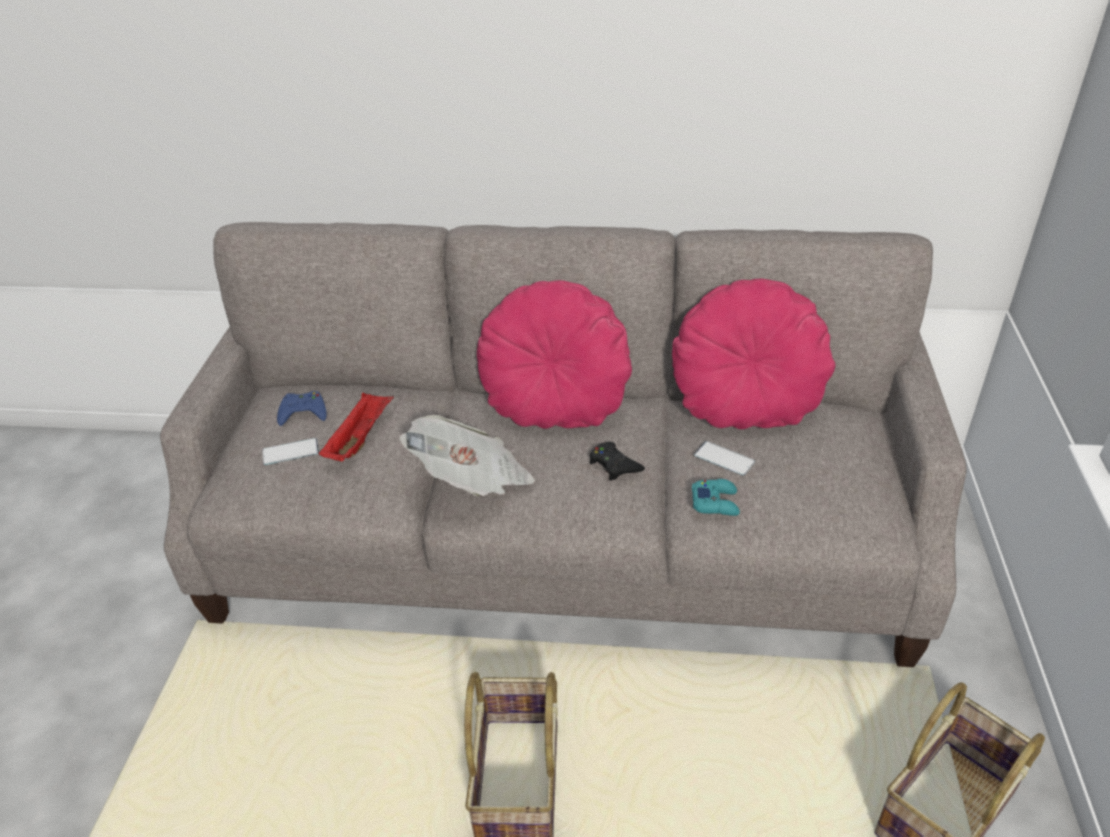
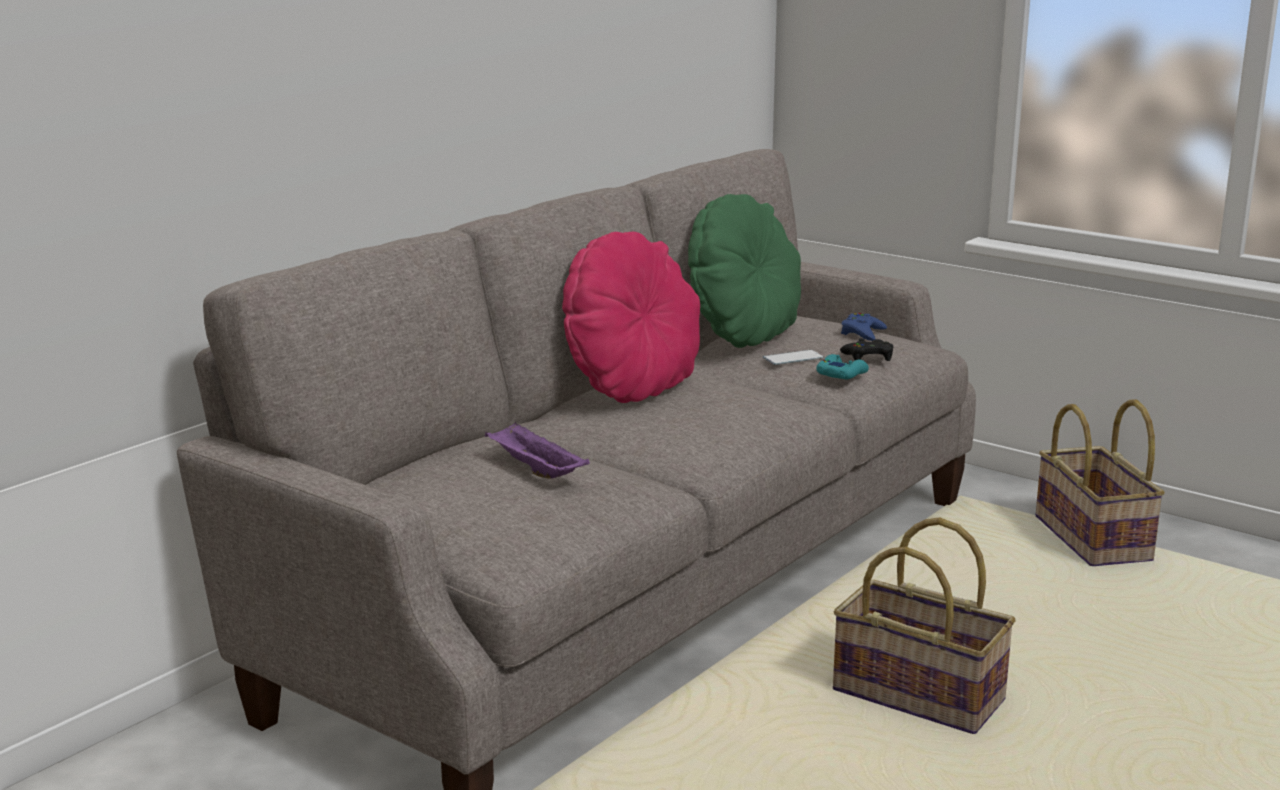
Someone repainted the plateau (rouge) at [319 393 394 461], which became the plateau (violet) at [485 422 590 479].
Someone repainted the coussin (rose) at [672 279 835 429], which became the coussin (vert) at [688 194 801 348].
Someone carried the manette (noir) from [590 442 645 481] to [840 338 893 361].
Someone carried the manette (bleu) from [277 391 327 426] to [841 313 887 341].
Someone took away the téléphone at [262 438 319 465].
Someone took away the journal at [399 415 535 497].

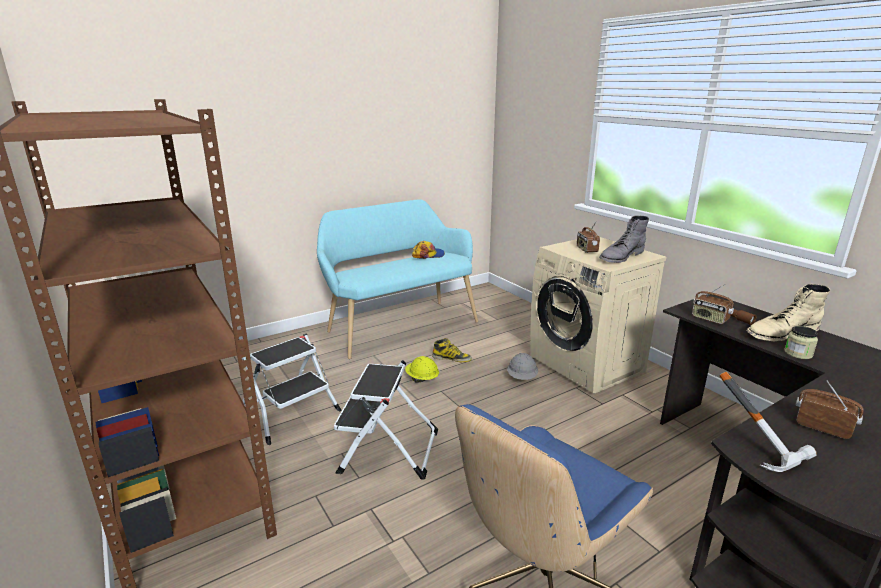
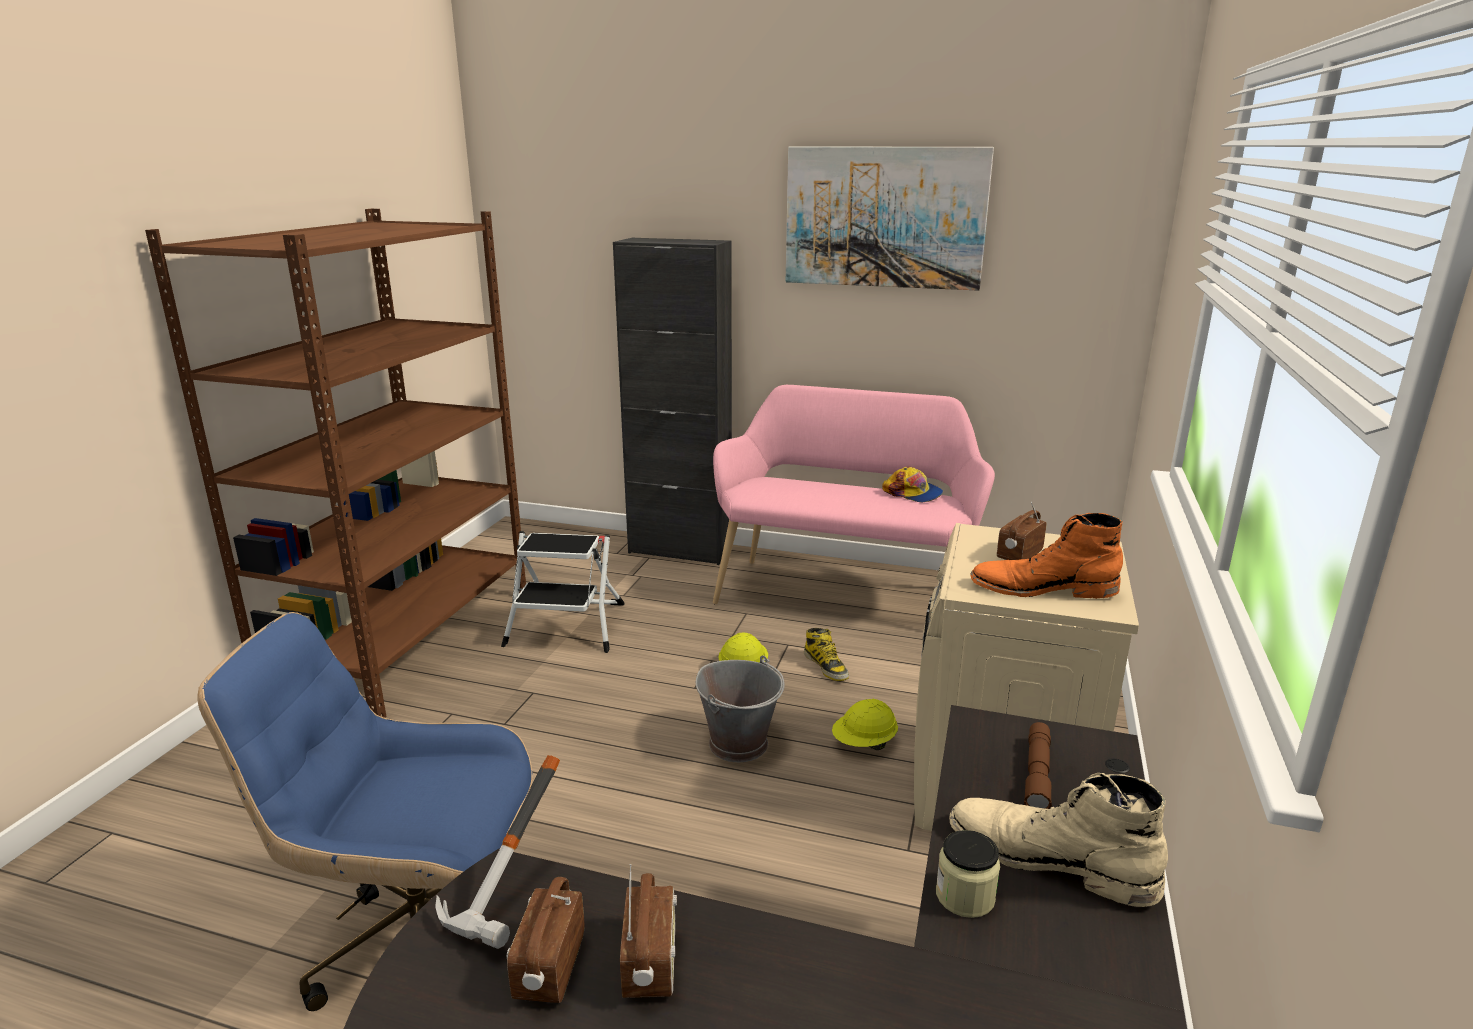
Someone carried the radio from [692 284 734 324] to [507 877 584 1003].
Someone put down the meuble de rangement (noir) at [613 238 732 565].
Someone put down the seau (gris) at [696 656 785 762].
Someone repainted the banc (turquoise) at [317 199 478 359], which became the banc (rose) at [713 385 995 604].
Someone put up the tableau at [786 147 994 291].
Someone repainted the casque de chantier (gris) at [507 353 538 380], which became the casque de chantier (jaune) at [832 699 898 750].
Someone repainted the botte (gris) at [599 216 649 263], which became the botte (orange) at [970 513 1123 599].
Someone took away the escabeau at [334 360 438 480].

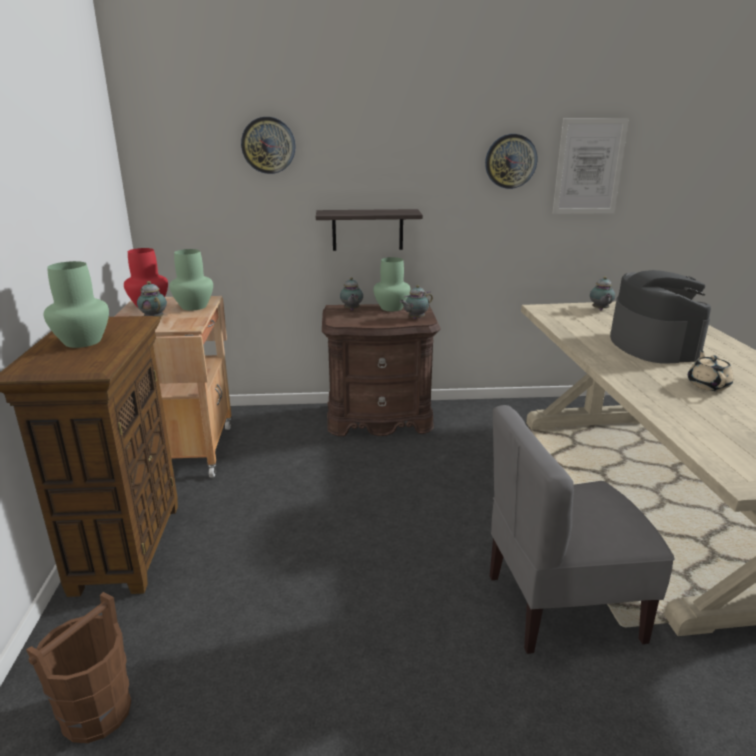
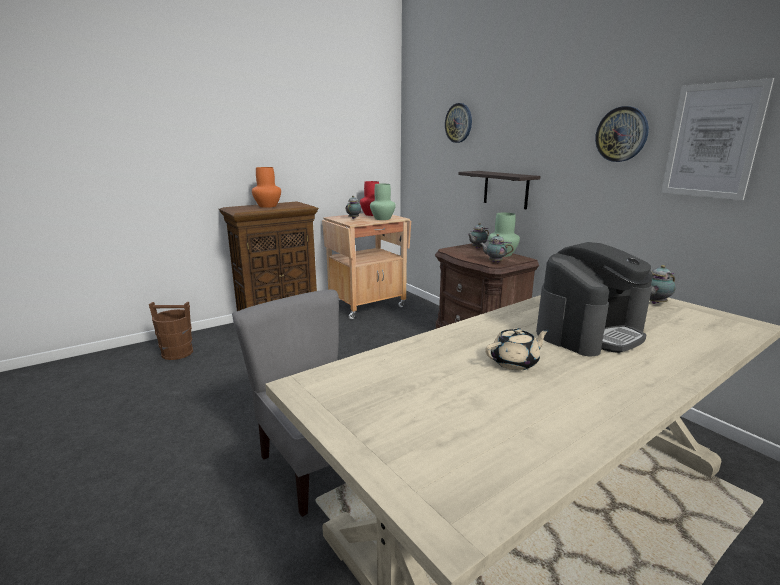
Someone repainted the vase (vert) at [44 261 109 348], which became the vase (orange) at [252 167 281 208].

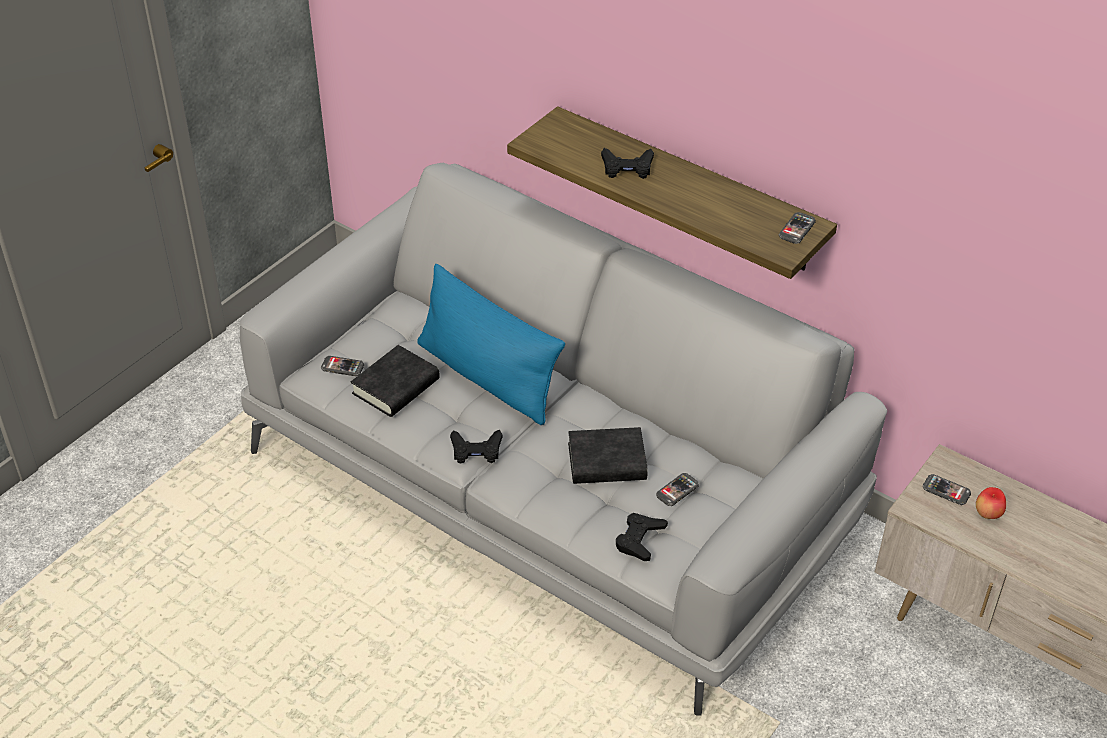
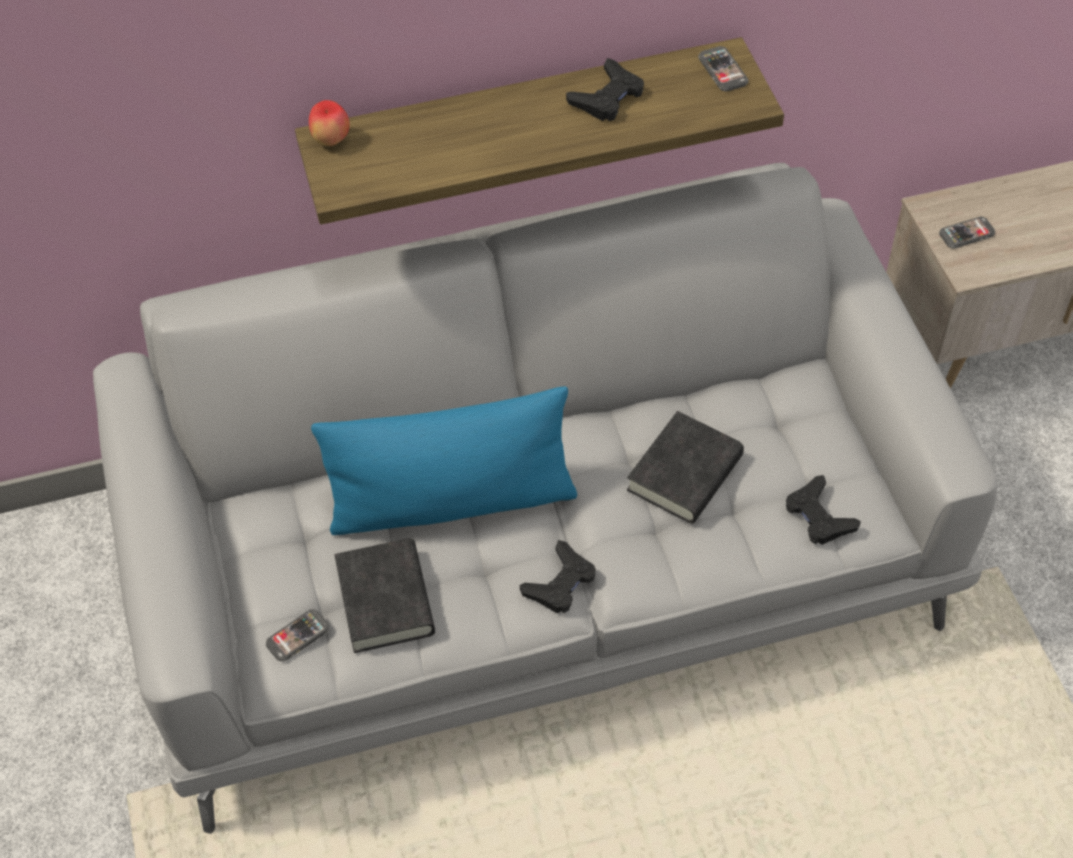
Someone carried the pomme from [976 487 1006 519] to [309 100 350 146].
Someone carried the manette (noir) from [601 148 654 179] to [566 58 644 121].
Someone took away the téléphone at [656 473 699 506].

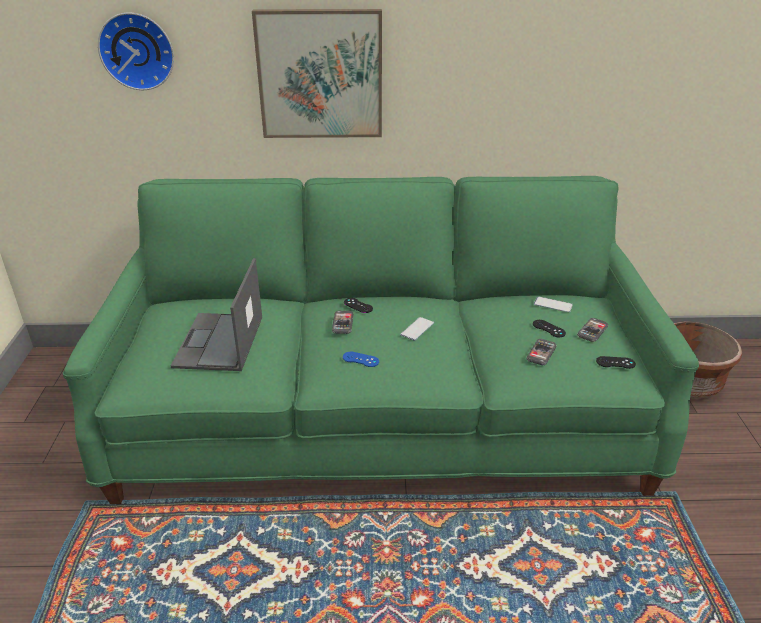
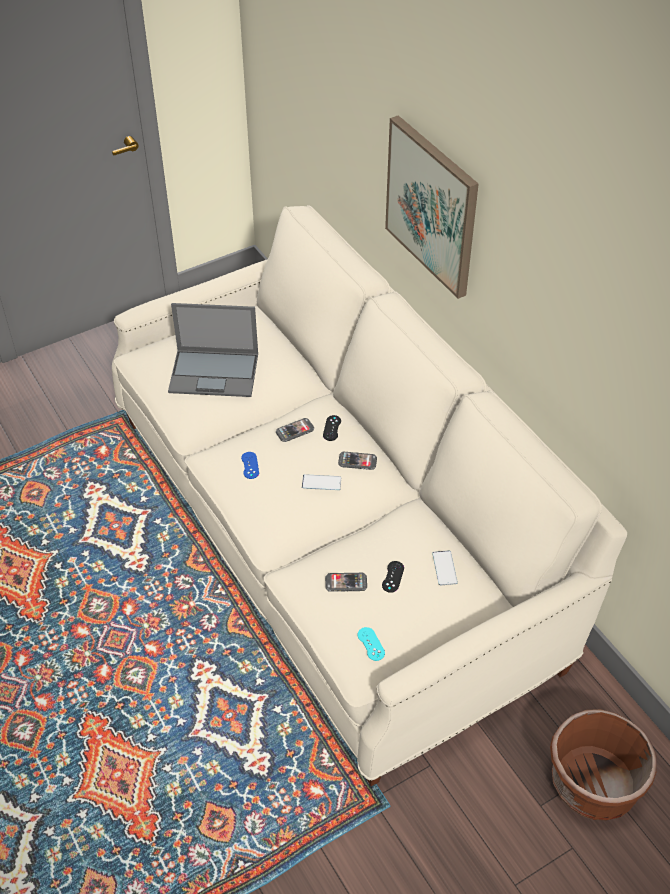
Someone repainted the canapé (vert) at [63 176 699 504], which became the canapé (beige) at [112 205 627 786].
Someone rotated the ordinateur portable at [171 258 262 371] by 150 degrees counterclockwise.
Someone carried the téléphone from [577 318 608 342] to [338 451 377 470].
Someone repainted the manette (noir) at [596 356 636 369], which became the manette (turquoise) at [358 627 385 661].
Someone took away the horloge murale at [98 12 174 90].

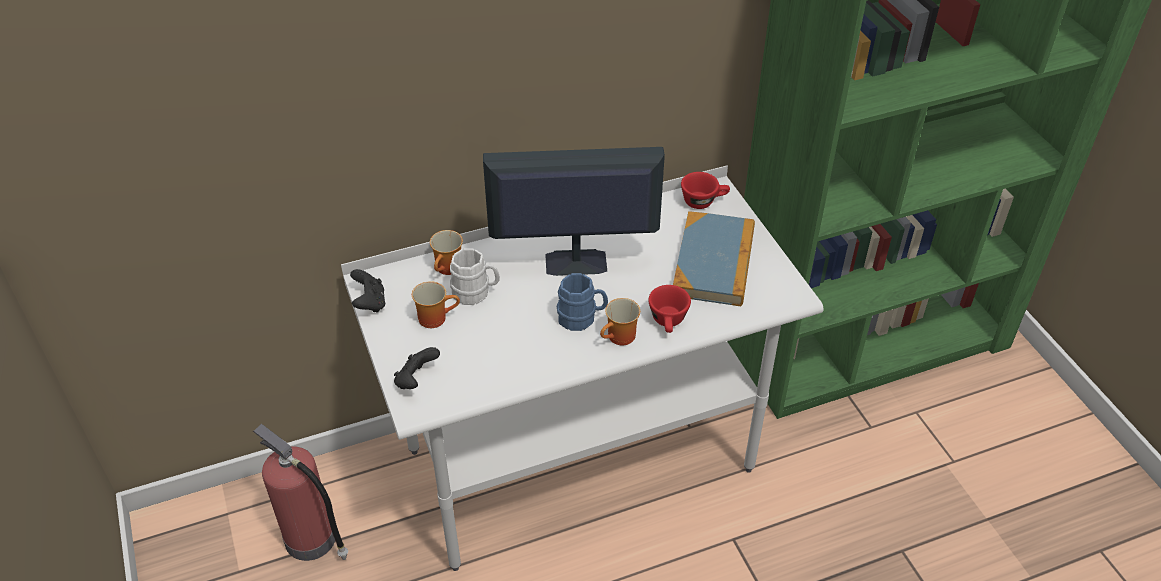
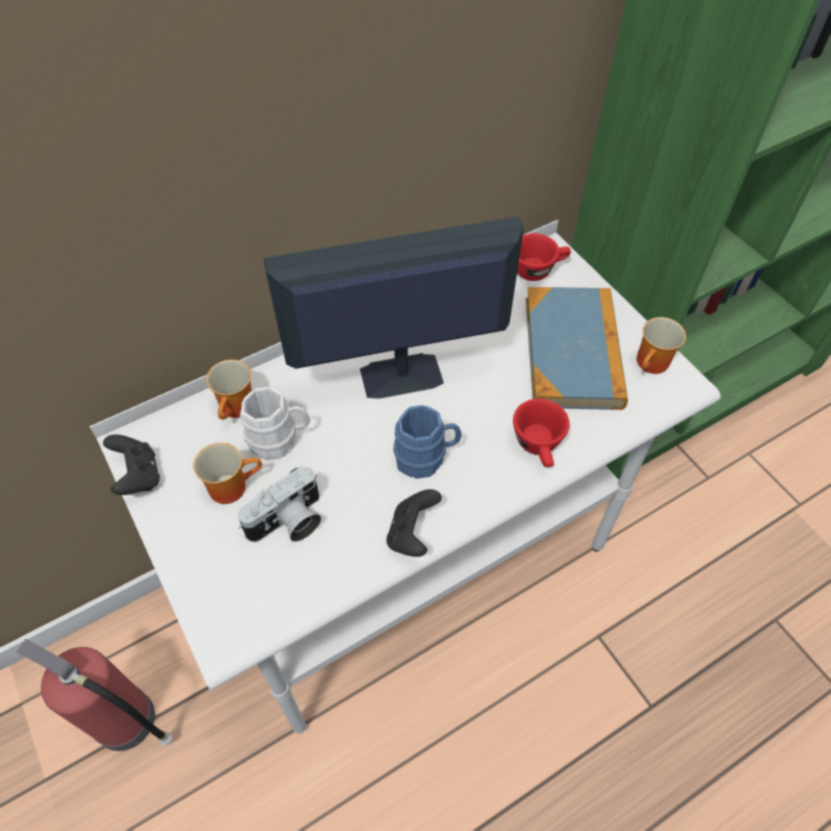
Someone put down the appareil photo at [238 466 321 542].
Someone carried the manette (noir) from [394 347 440 389] to [387 489 442 557].
Someone carried the mug from [600 298 640 345] to [637 317 686 374].

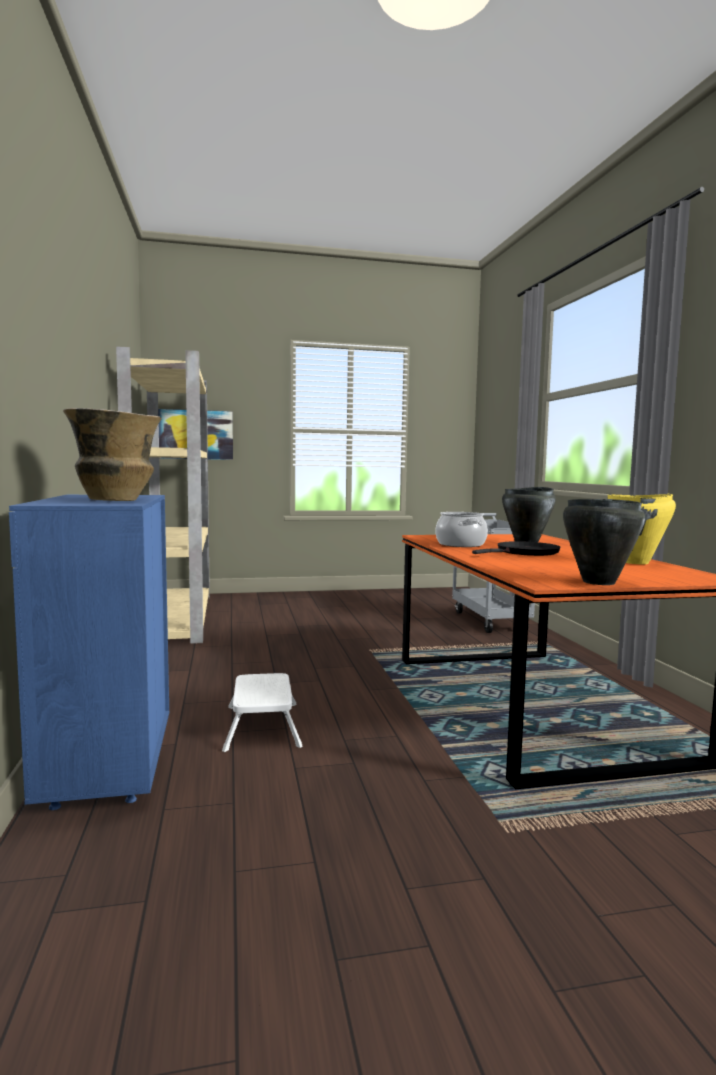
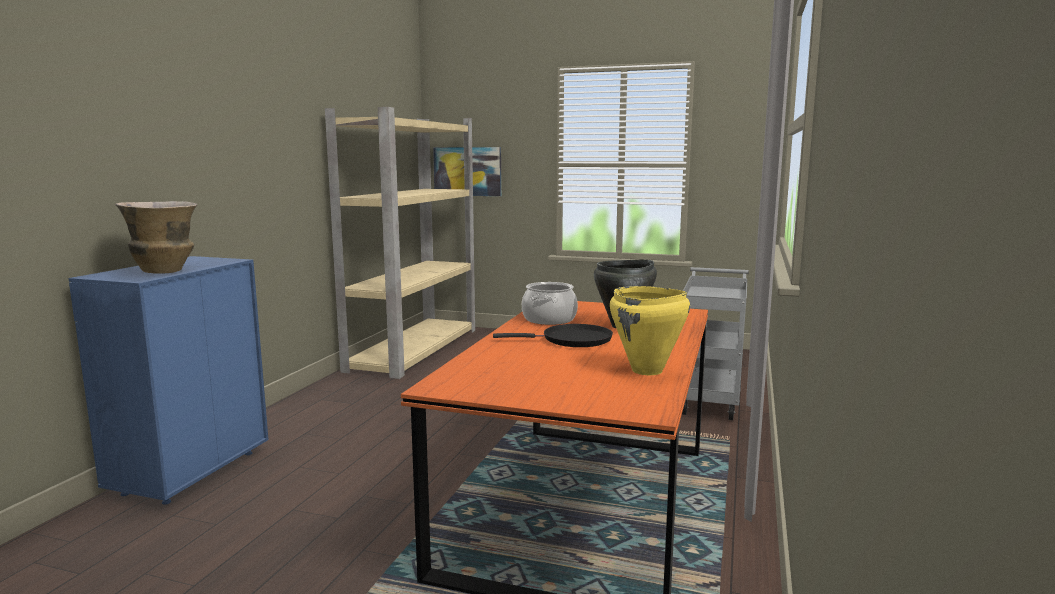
Someone took away the escabeau (blanc) at [222 673 303 752].
Someone took away the marmite (noir) at [563 499 645 585].

